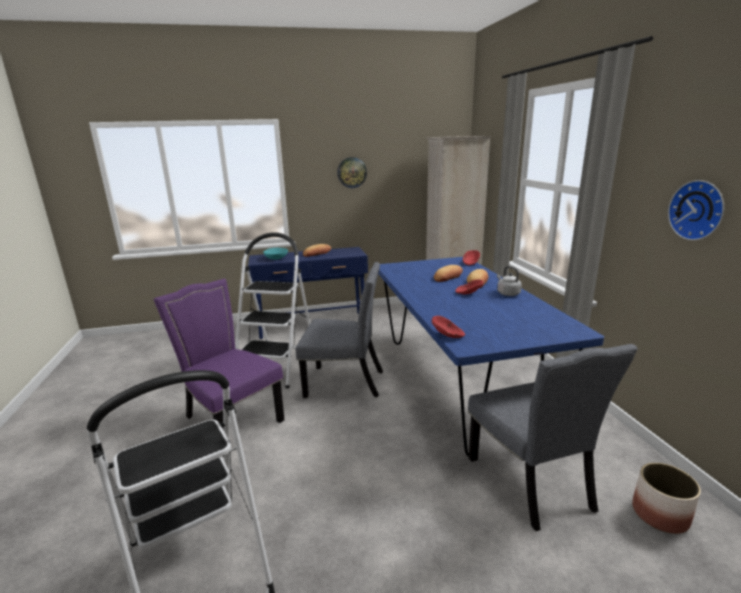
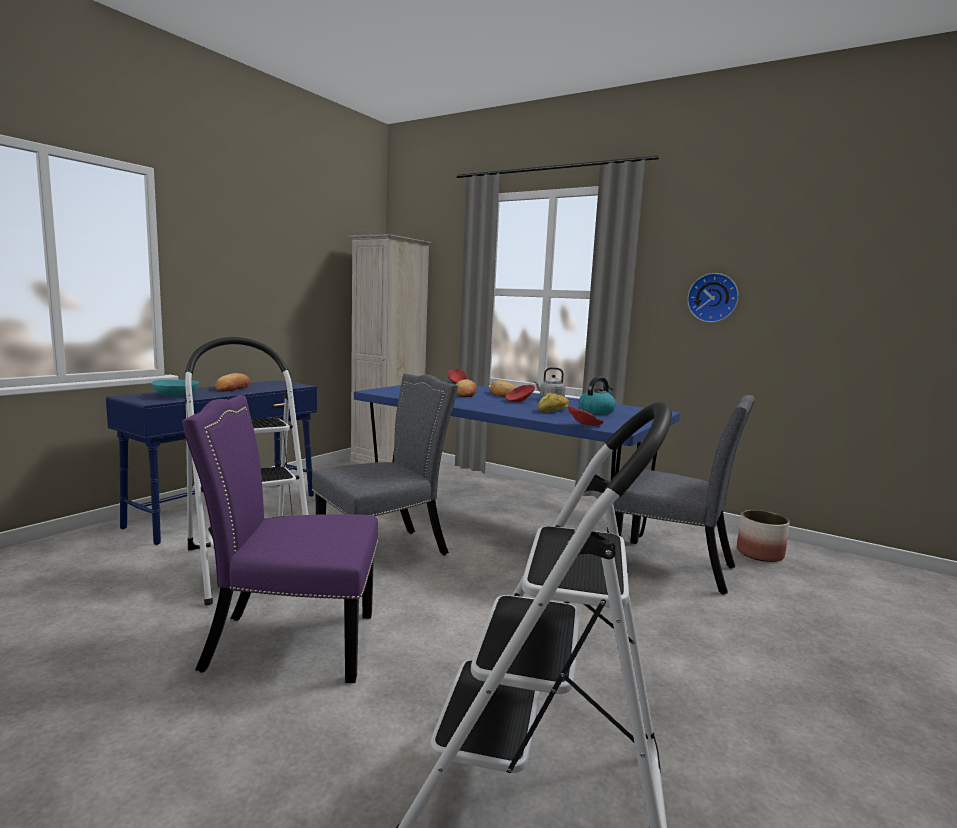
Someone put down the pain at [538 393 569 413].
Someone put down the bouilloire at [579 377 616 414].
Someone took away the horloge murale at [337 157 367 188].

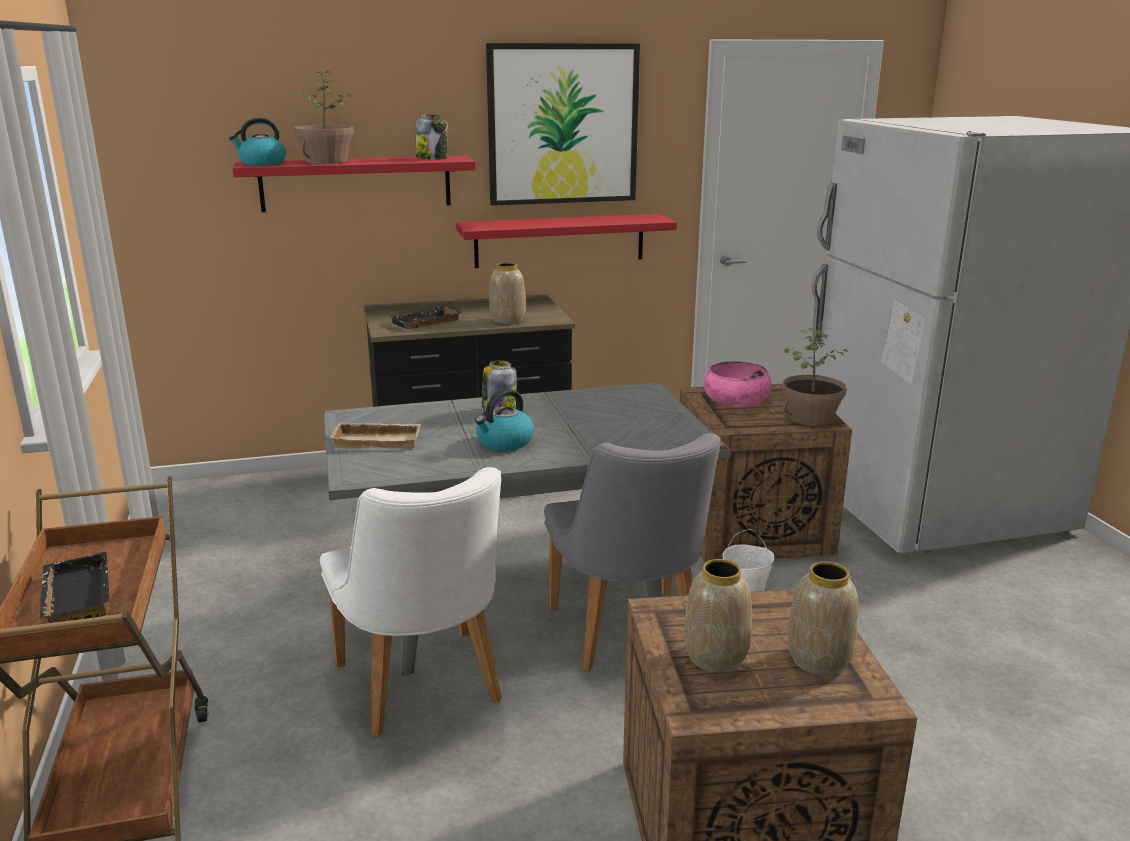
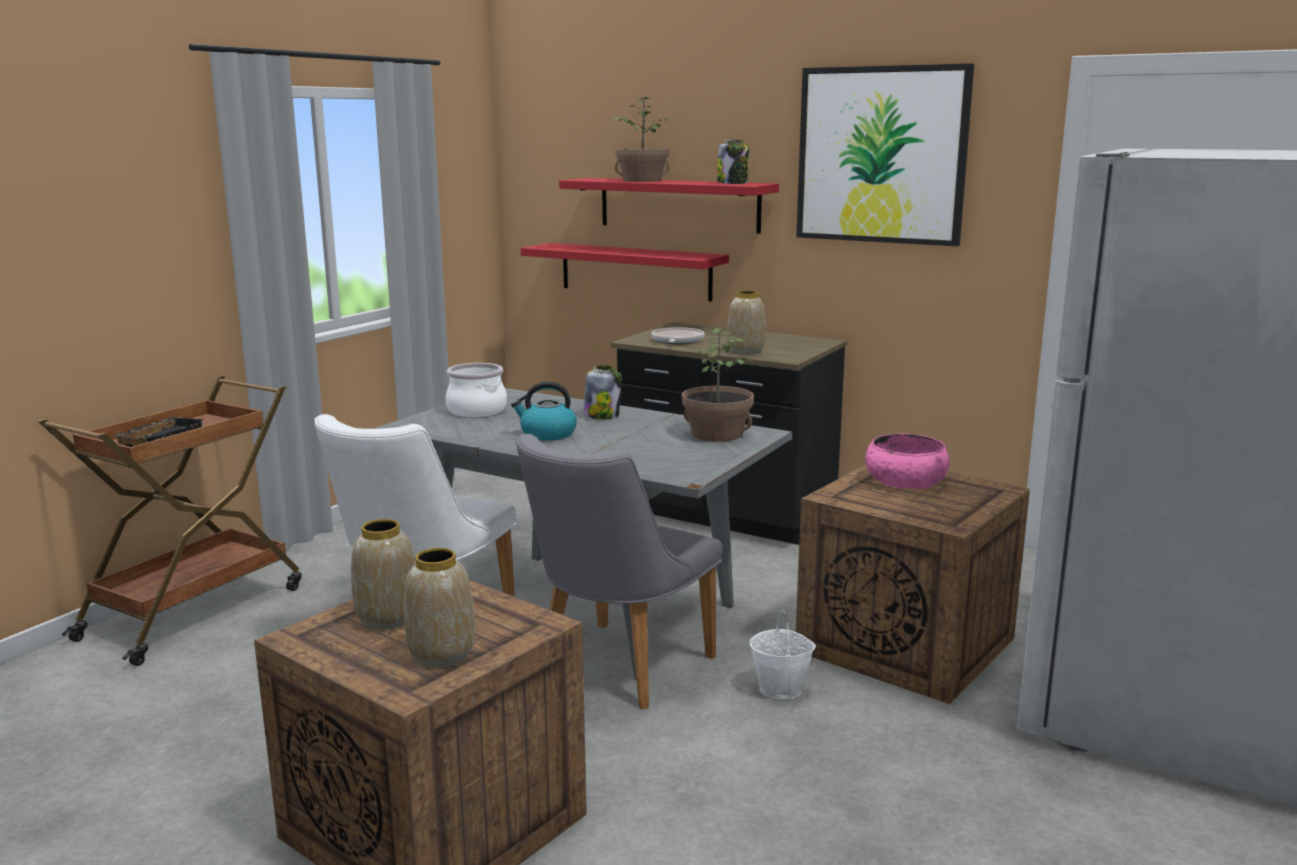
Someone swapped the plateau (beige) at [330 423 421 448] for the marmite at [445 363 507 417].
Someone carried the étagère (rouge) from [456 214 677 268] to [521 243 729 301].
Someone swapped the plateau (noir) at [390 304 462 329] for the poêle at [652 327 705 344].
Someone carried the plante en pot from [782 327 848 426] to [682 327 754 442].
Someone took away the bouilloire at [229 118 286 166].

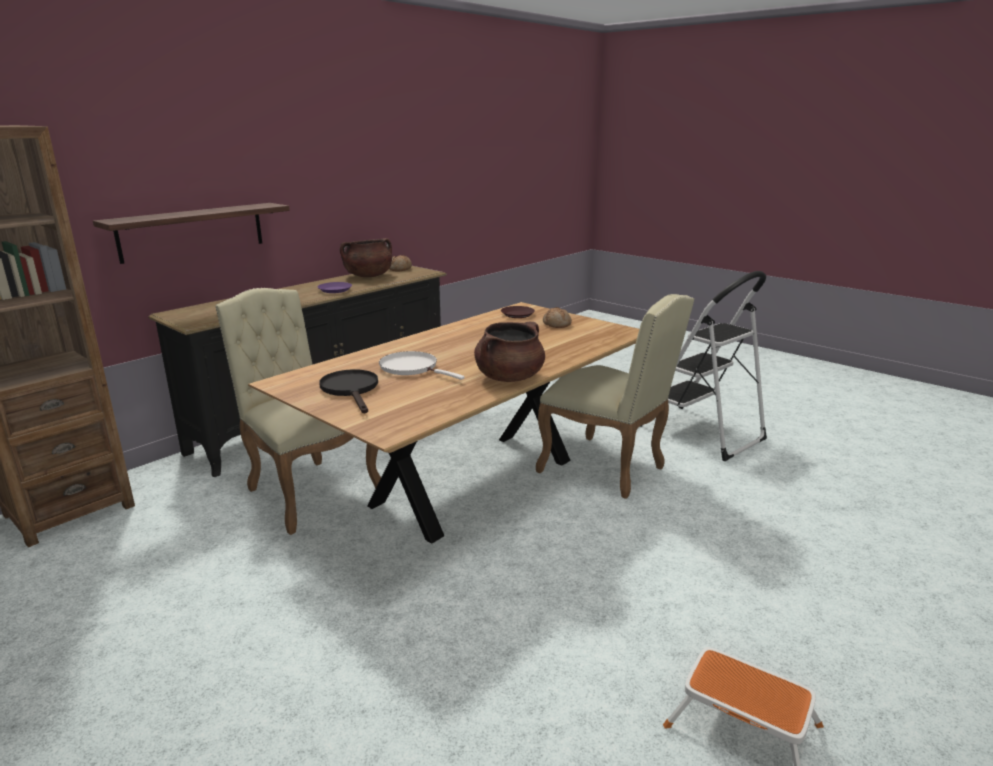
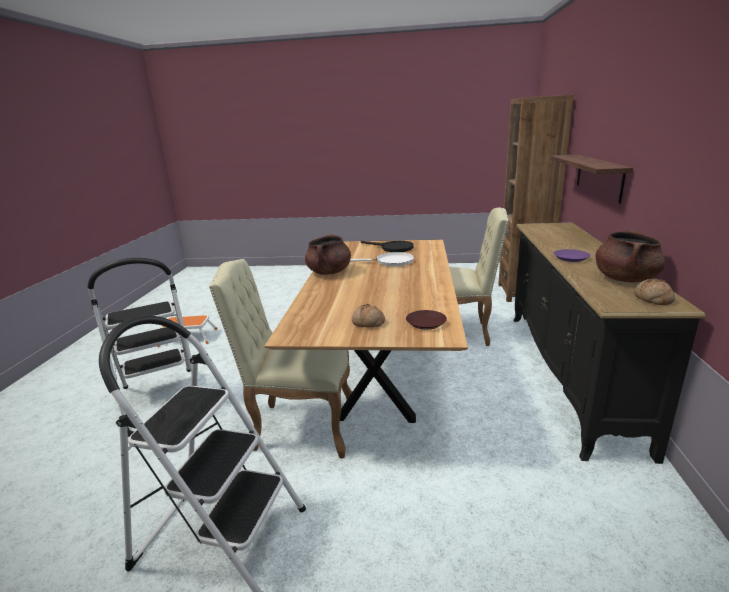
Someone put down the escabeau at [88 258 198 437].

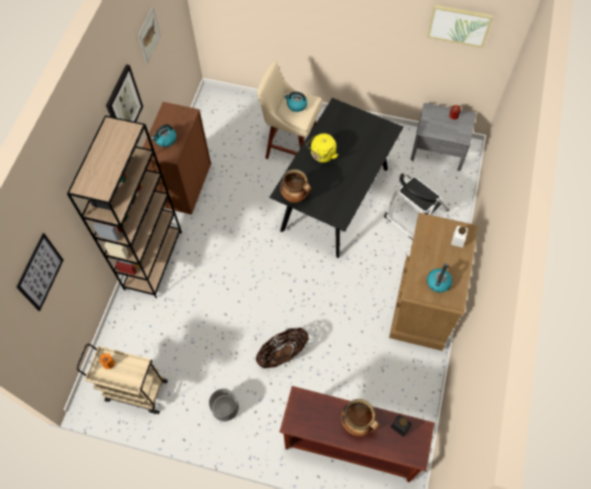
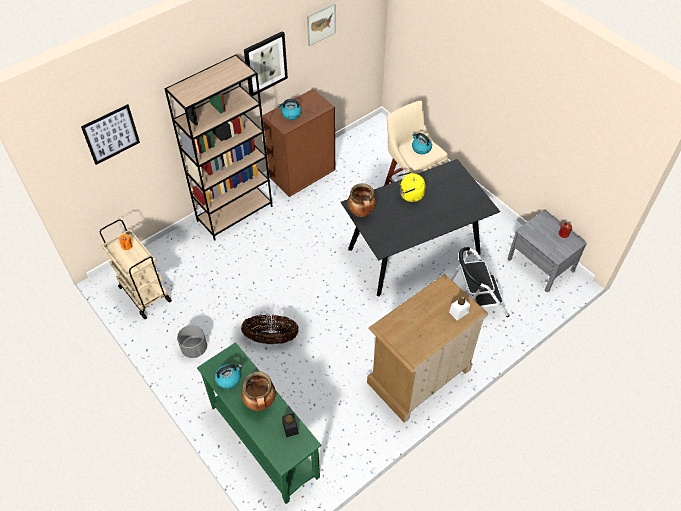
Someone repainted the table console (marron) at [280 386 434 482], which became the table console (vert) at [197 342 322 504].
Someone carried the bouilloire from [427 264 452 292] to [215 364 242 389].
Someone took away the tableau at [427 5 493 48].

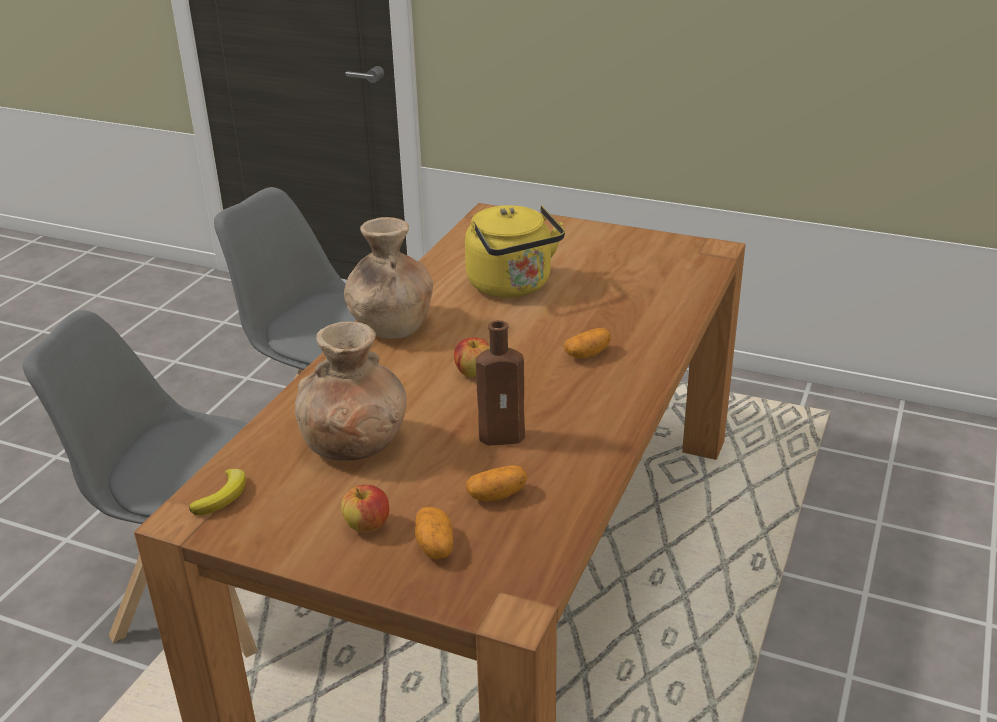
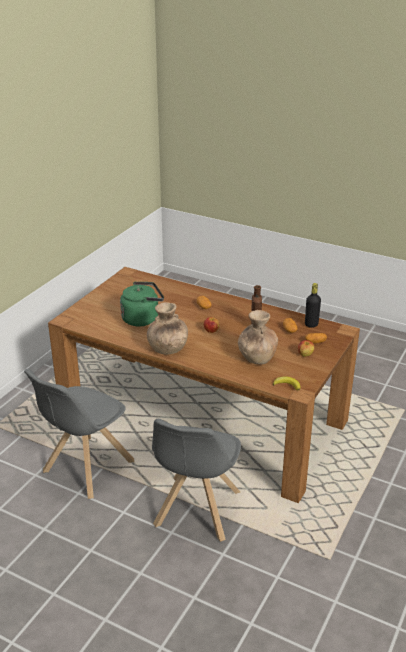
Someone repainted the bouilloire (jaune) at [465 205 565 298], which became the bouilloire (vert) at [120 282 164 326].
Someone put down the bouteille (noir) at [305 283 321 328].

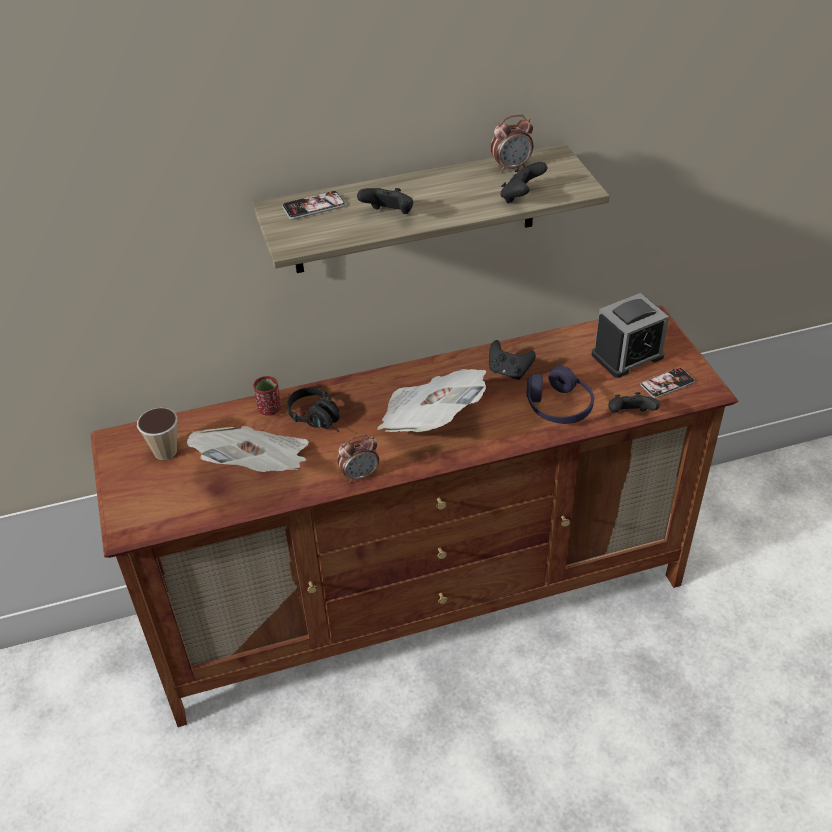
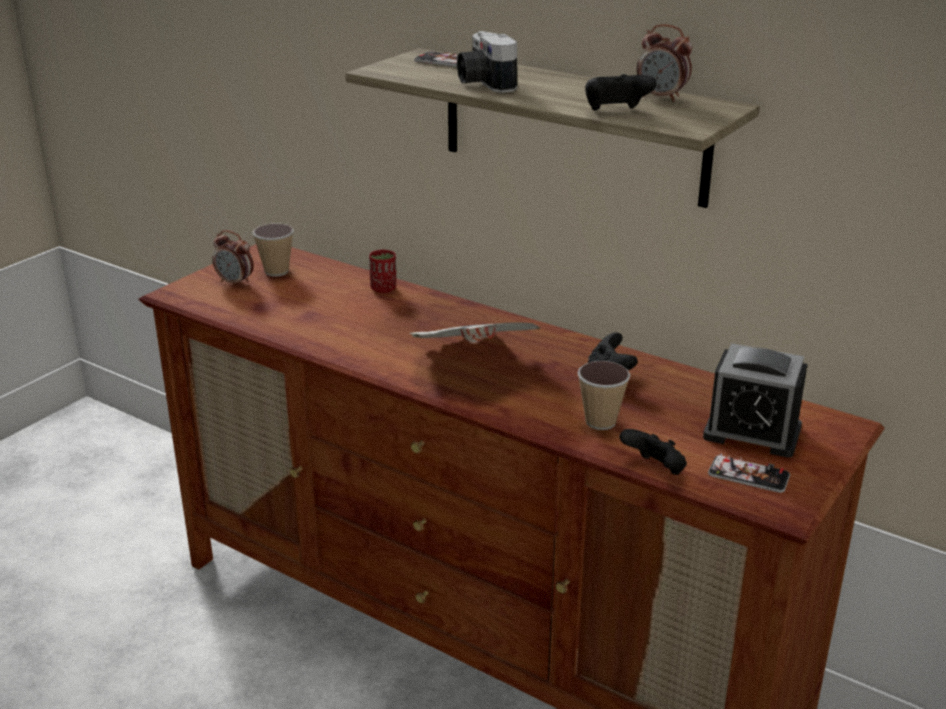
Someone carried the réveil from [337 434 379 483] to [212 230 254 287].
Someone swapped the manette (noir) at [357 188 413 214] for the appareil photo at [457 31 517 93].
Someone swapped the casque audio (violet) at [526 366 594 424] for the tasse at [577 361 630 430].
Someone took away the journal at [187 426 309 472].
Someone took away the casque audio (noir) at [287 387 340 432].

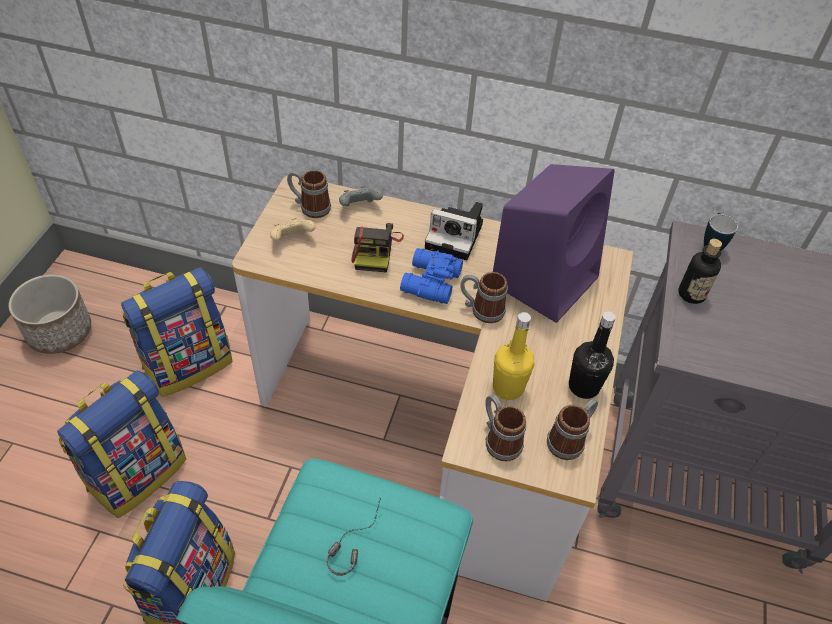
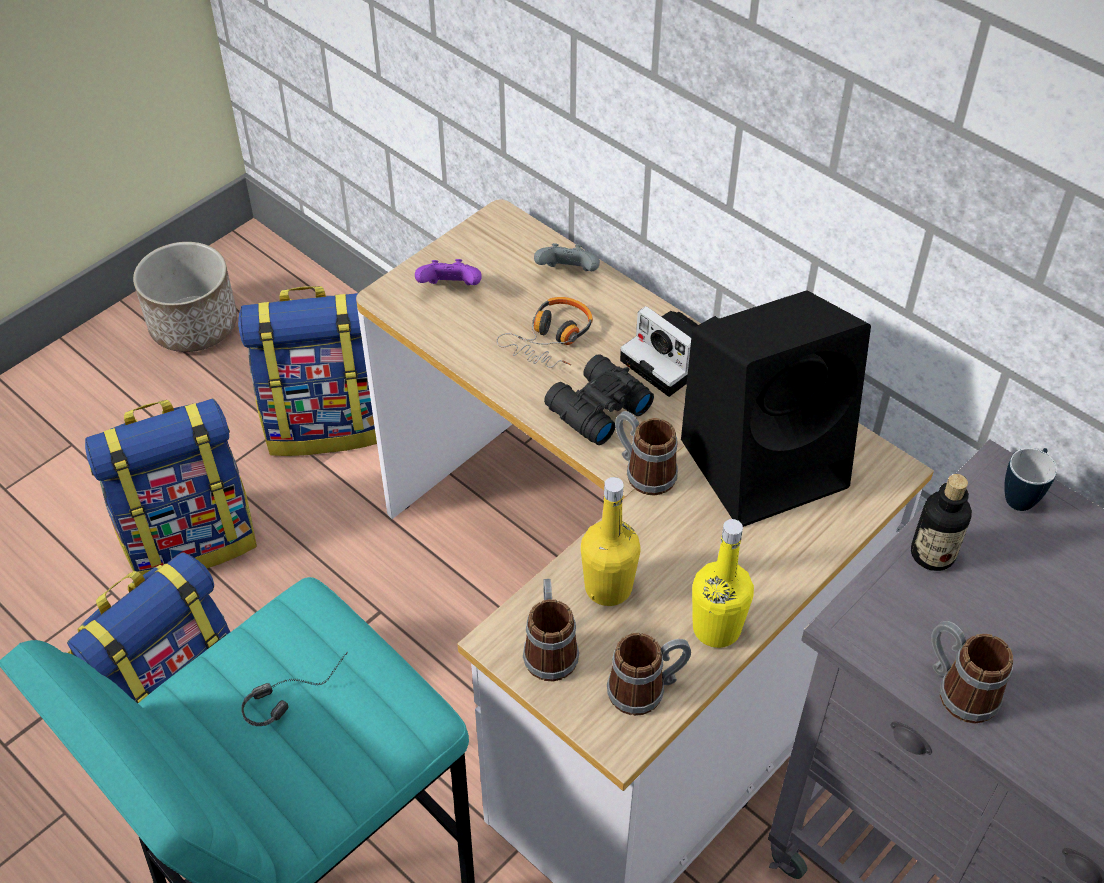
Someone repainted the manette (beige) at [270 218 315 241], which became the manette (violet) at [415 259 482 285].
Someone swapped the appareil photo at [351 223 404 273] for the casque audio at [497 297 593 368].
Someone repainted the jumelles (bleu) at [400 248 463 304], which became the jumelles (noir) at [544 354 654 445].
Someone repainted the enceinte (violet) at [493 164 615 323], which became the enceinte (noir) at [681 291 871 527].
Someone repainted the bouteille (noir) at [569 311 616 399], which became the bouteille (jaune) at [692 519 754 648].
Someone carried the mug from [287 170 331 218] to [931 621 1013 724].

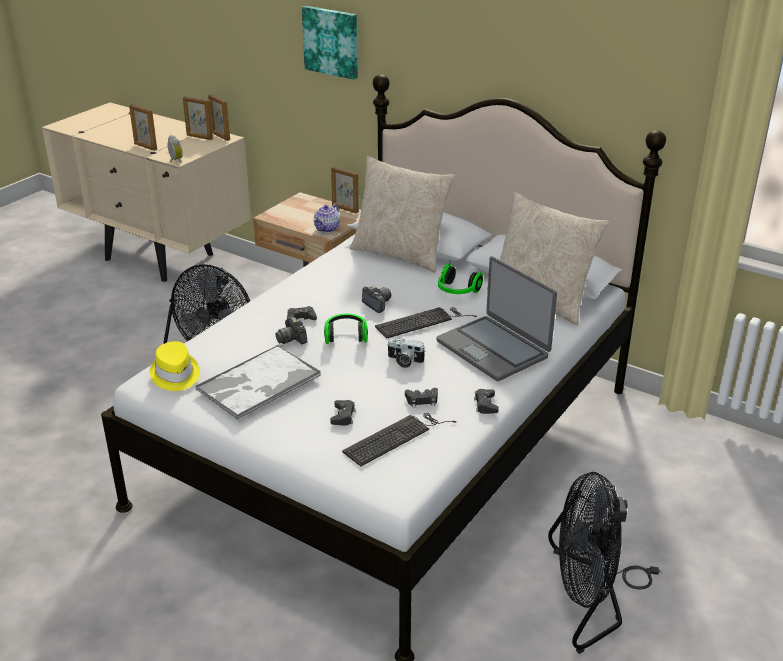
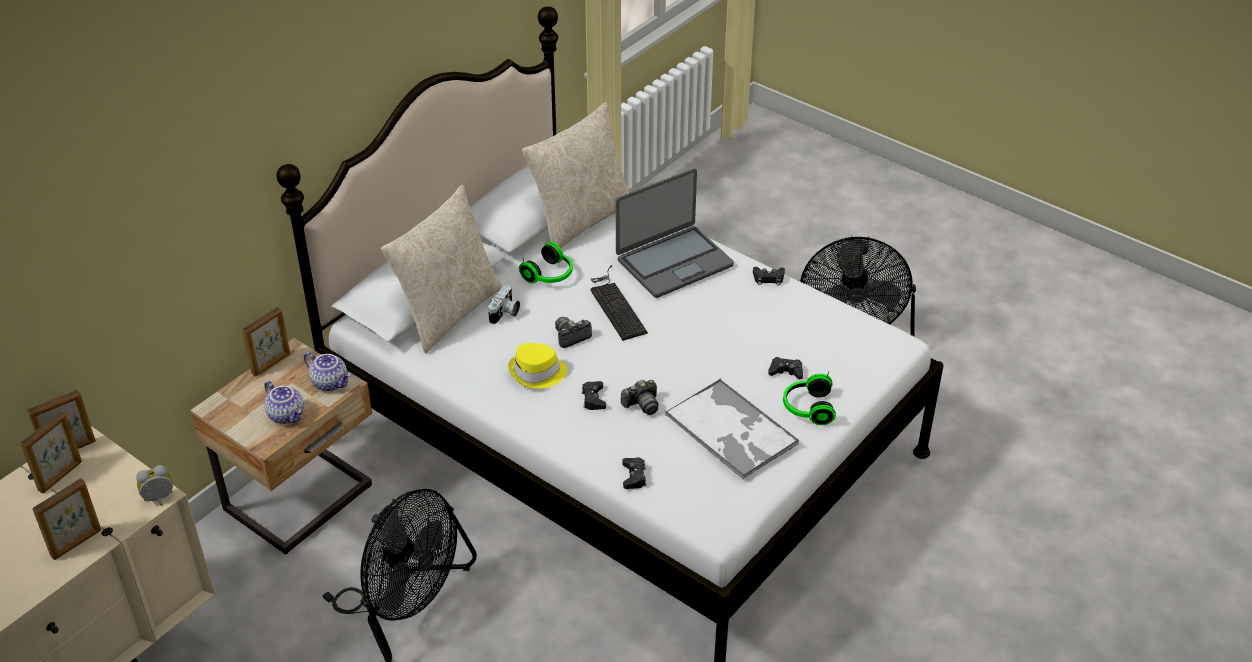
Someone put down the théière at [264 381 304 424].
Someone carried the appareil photo from [388 338 426 368] to [488 285 520 324].
Someone carried the chapeau (jaune) from [150 341 200 391] to [508 343 567 389].
Someone carried the manette (noir) from [405 388 438 407] to [622 457 646 489].
Someone carried the casque audio from [324 314 368 344] to [783 371 836 425].
Someone took away the tableau at [302 6 358 80].
Someone took away the clavier at [342 413 456 467].

